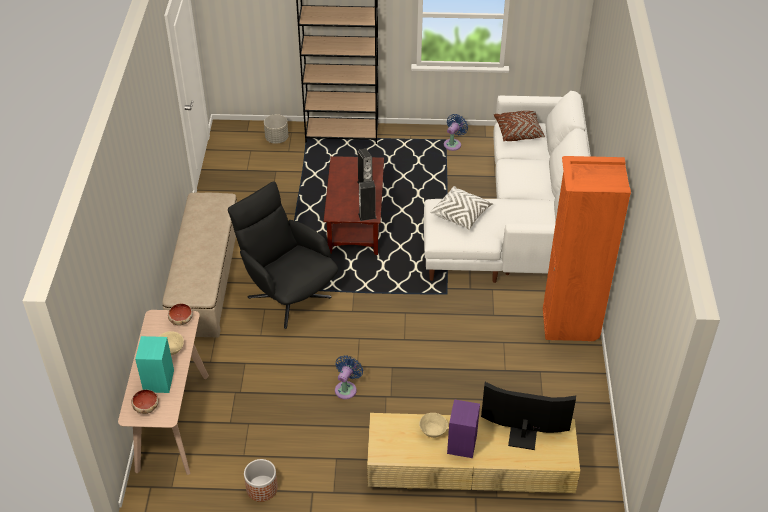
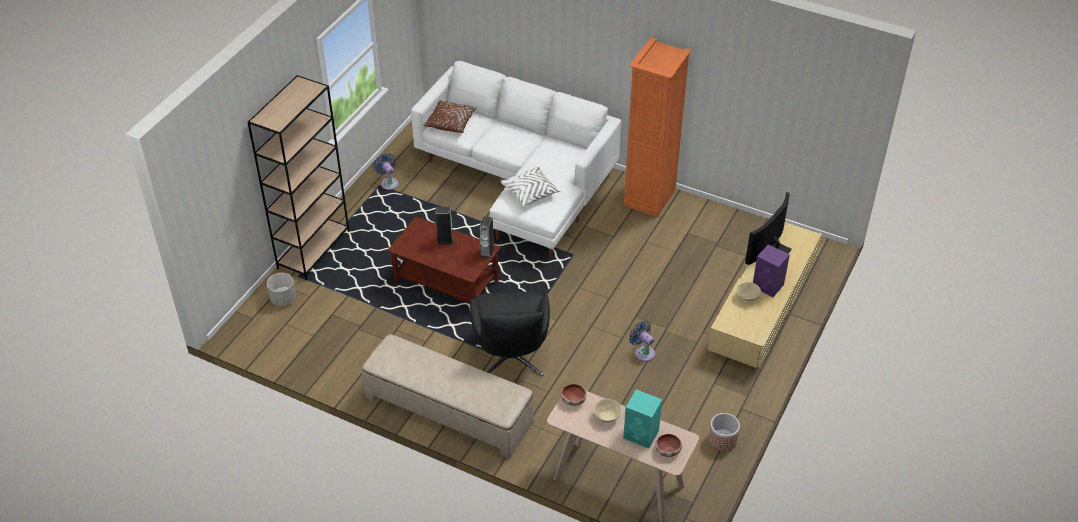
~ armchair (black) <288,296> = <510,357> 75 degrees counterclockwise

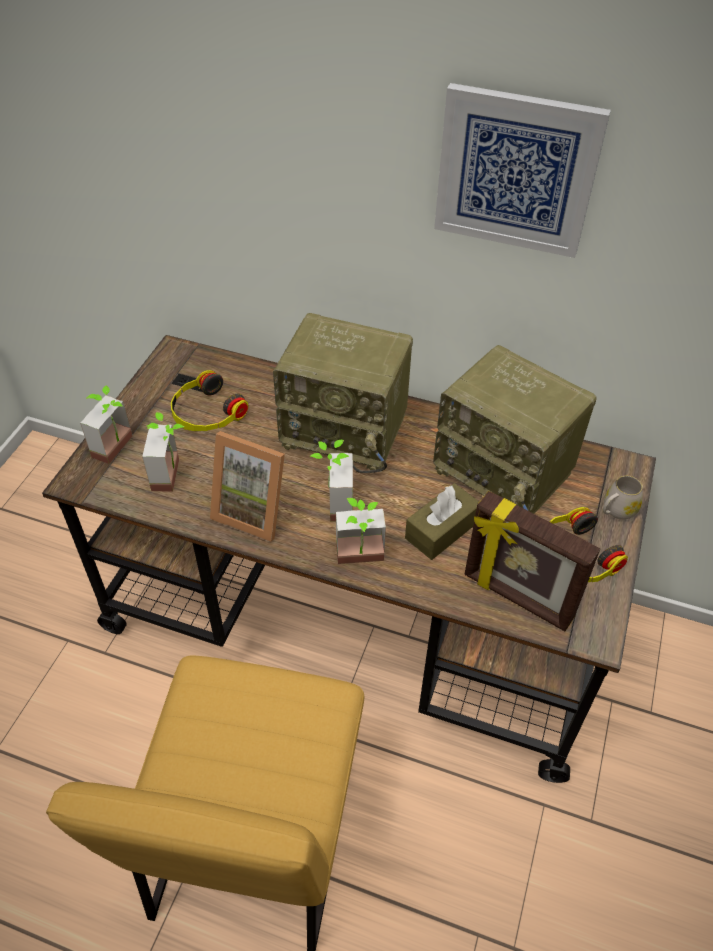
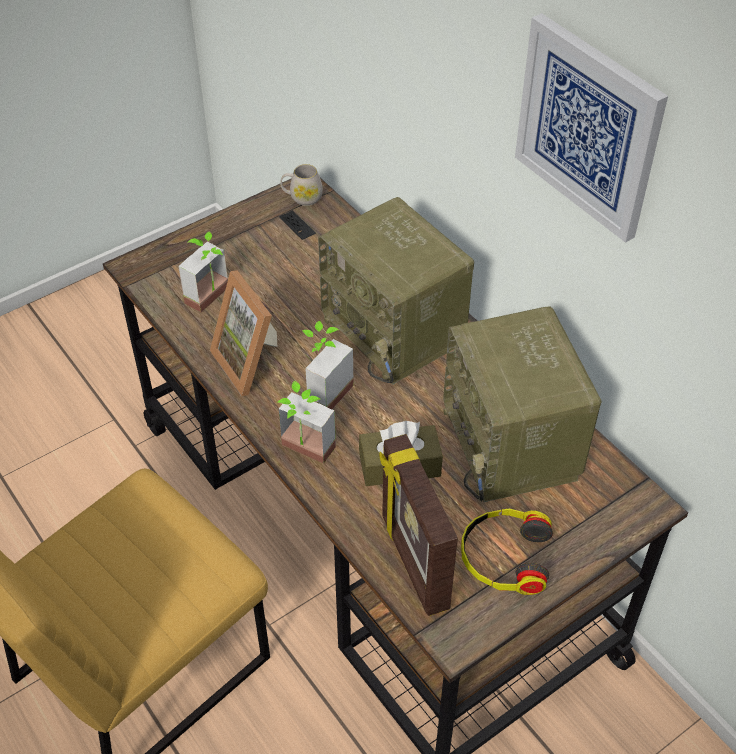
~ mug (white) <616,511> to <302,197>
- potted plant <119,449>
- headphones <206,413>

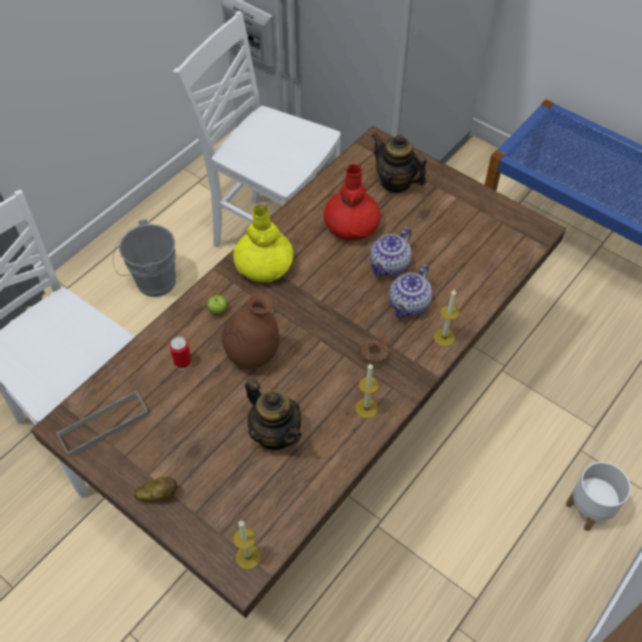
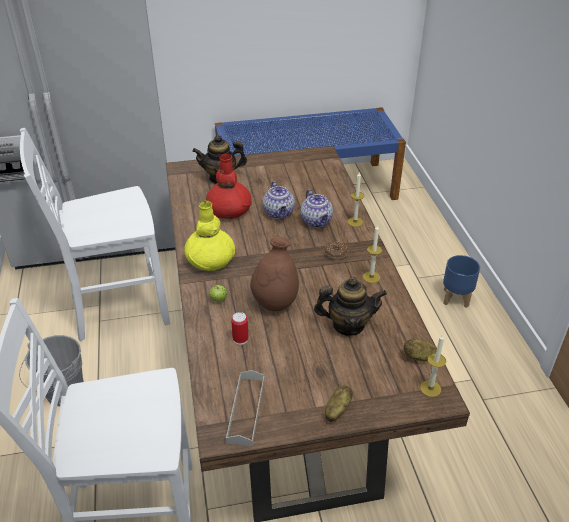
+ potato <419,357>
~ planter (white) <589,510> to planter (blue) <456,298>

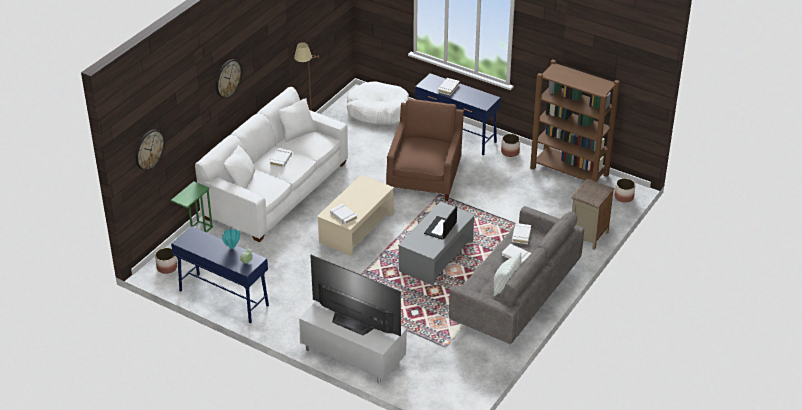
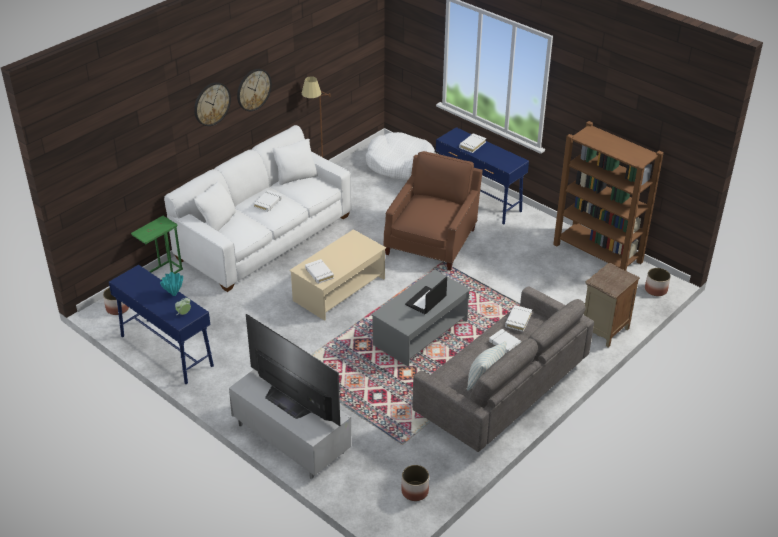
~ wall clock <149,149> to <253,89>
~ planter <510,152> to <414,491>

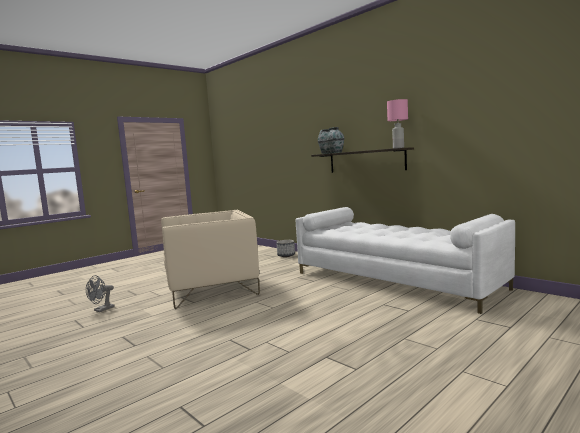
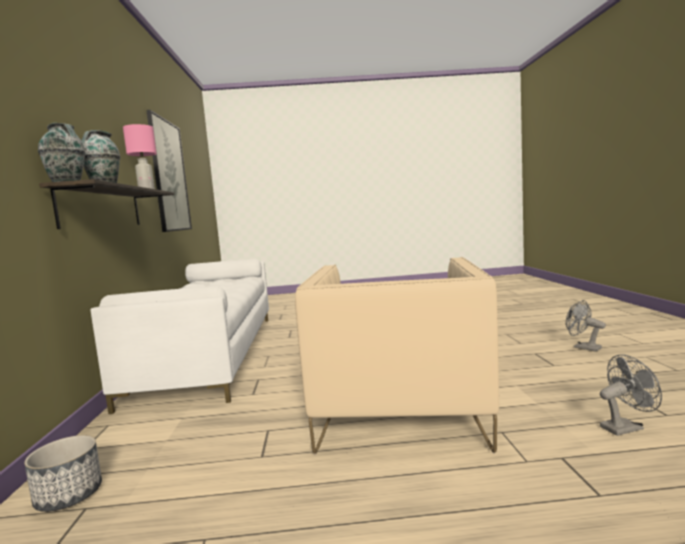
+ picture <169,176>
~ armchair (beige) <211,290> = <400,411> 105 degrees counterclockwise
+ fan (grey) <583,347>

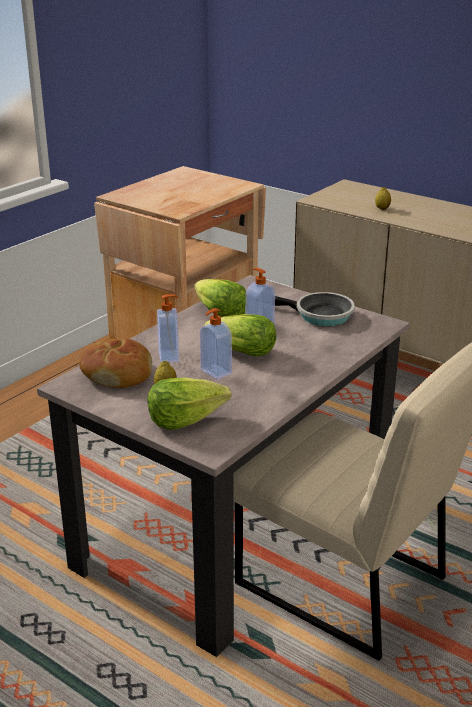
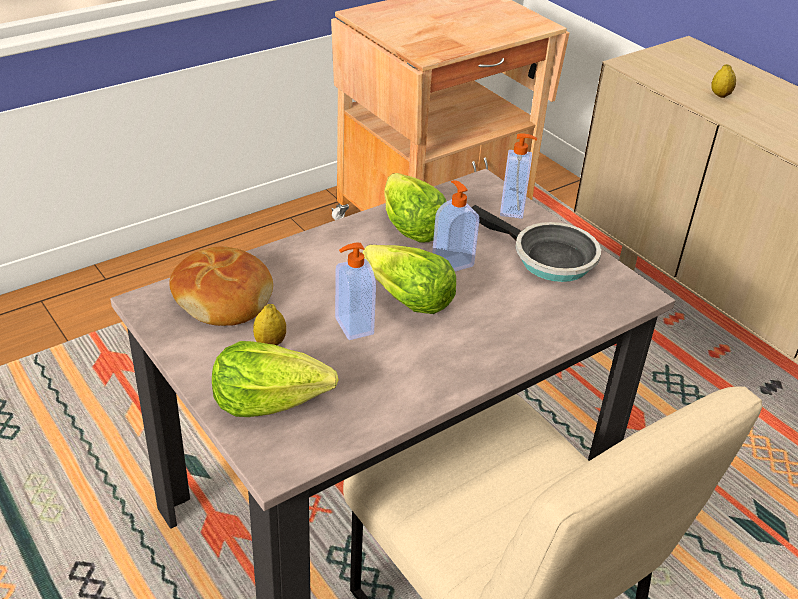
~ soap dispenser <169,356> to <513,209>

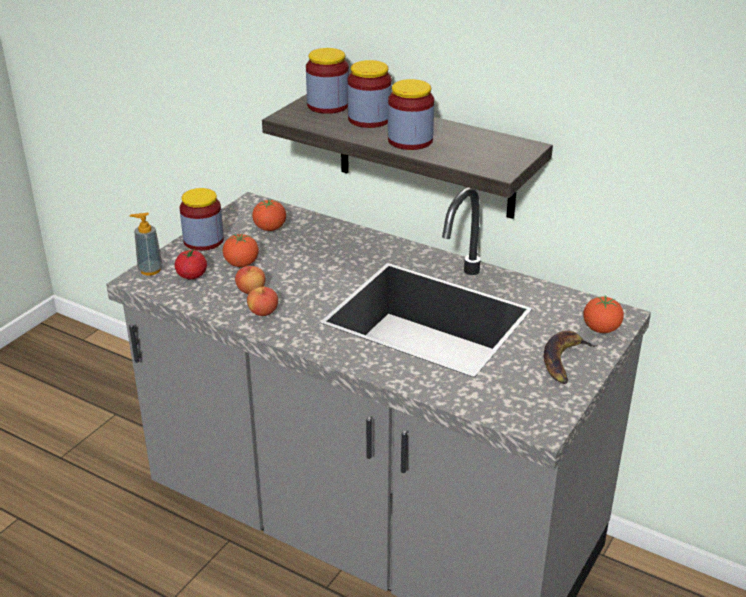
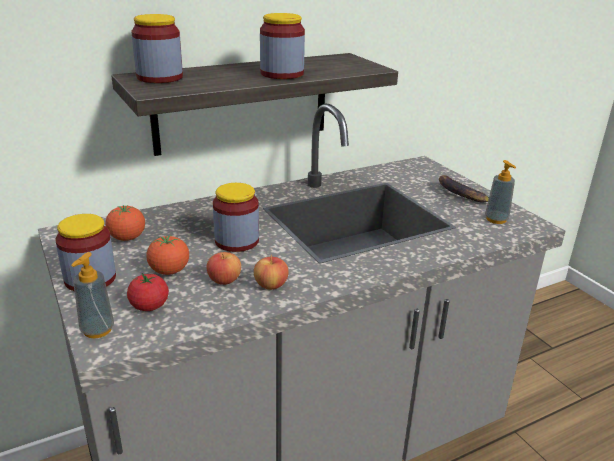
~ jar <369,119> to <237,241>
+ soap dispenser <496,219>
- tomato <601,329>

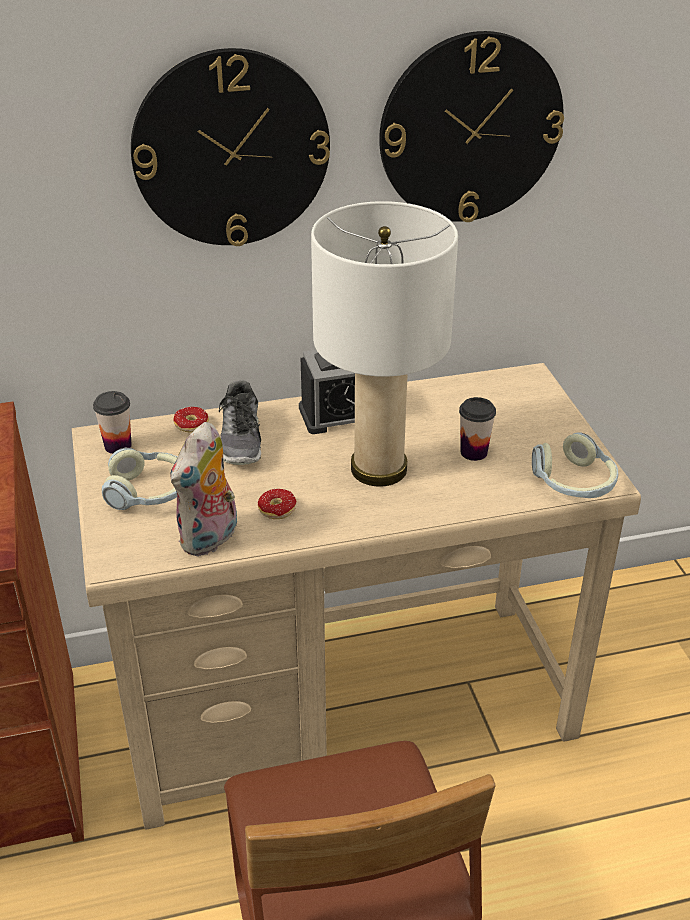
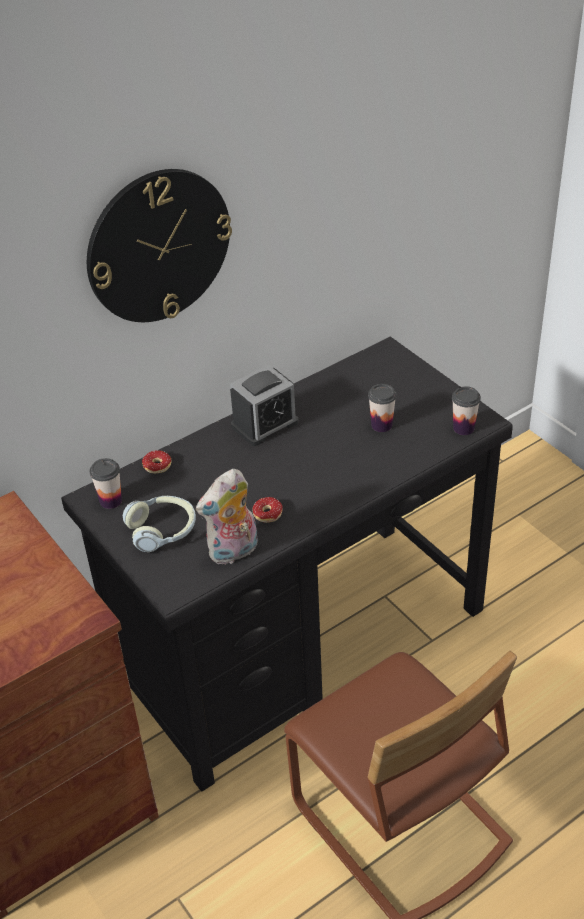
~ desk (beige) <346,703> to desk (black) <302,643>
~ plush toy <210,539> = <233,552> 45 degrees clockwise
~ headphones <574,483> to cup <463,428>
- shoe <242,440>
- table lamp (white) <379,469>
- wall clock <470,129>

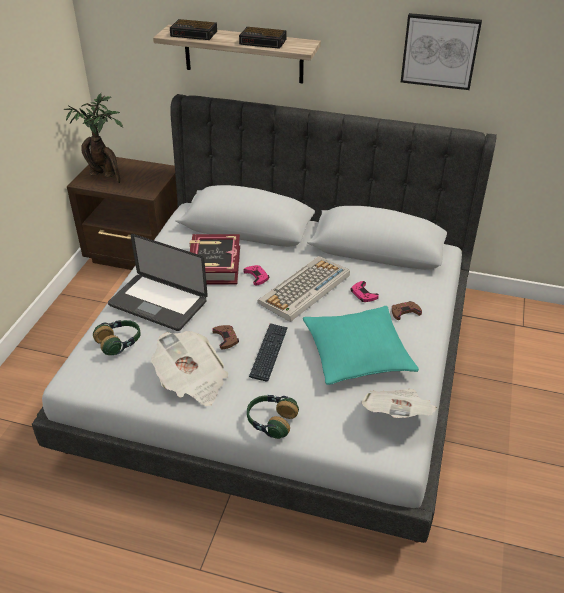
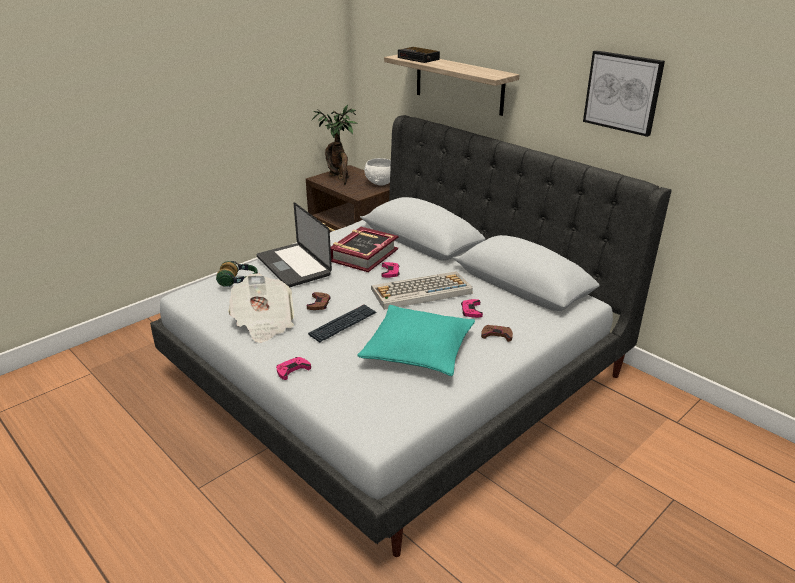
~ headphones <271,421> to game controller (pink) <292,370>
+ bowl (white) <380,183>
- alarm clock <264,42>
- newspaper <397,415>

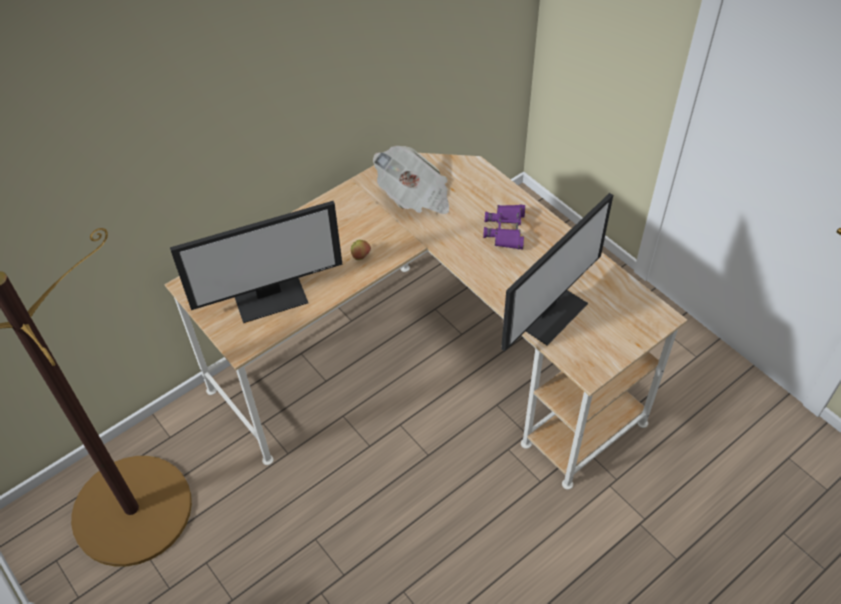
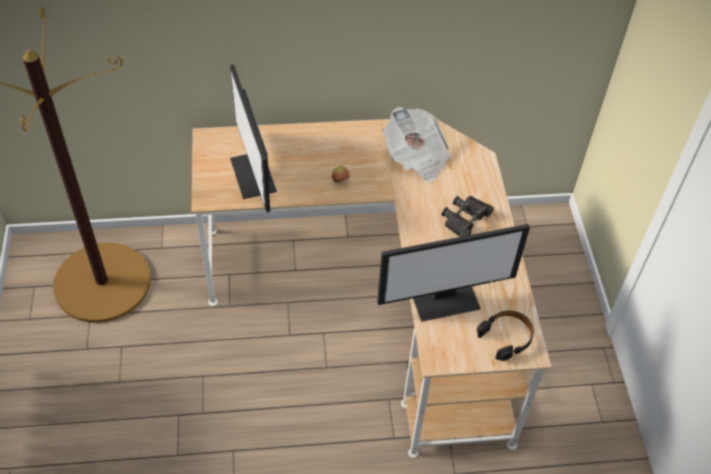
~ monitor <271,296> = <254,175> 60 degrees clockwise
~ binoculars (purple) <506,230> to binoculars (black) <465,219>
+ headphones (black) <506,337>

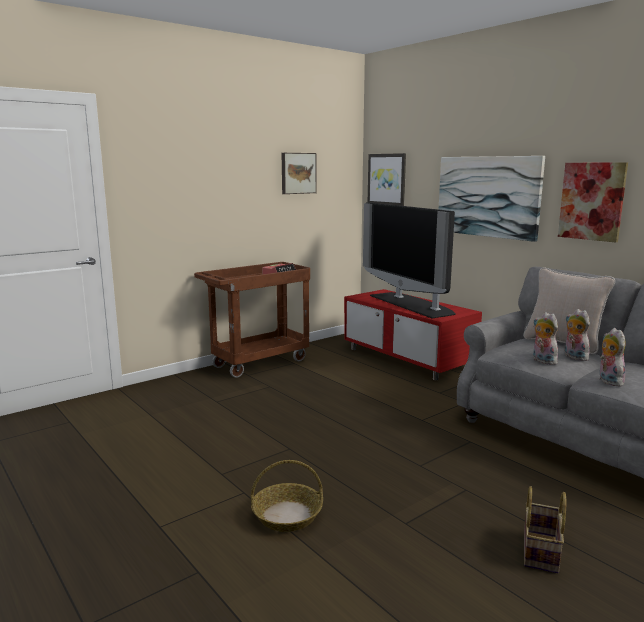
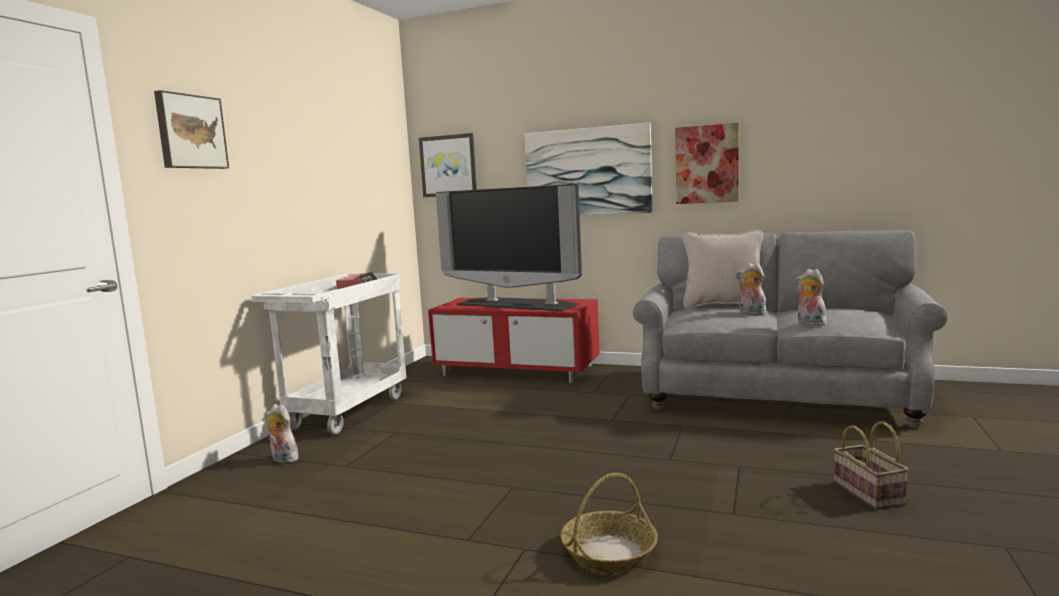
~ picture <298,173> to <190,132>
~ cart (brown) <256,365> to cart (white) <345,415>
~ plush toy <542,361> to <282,459>

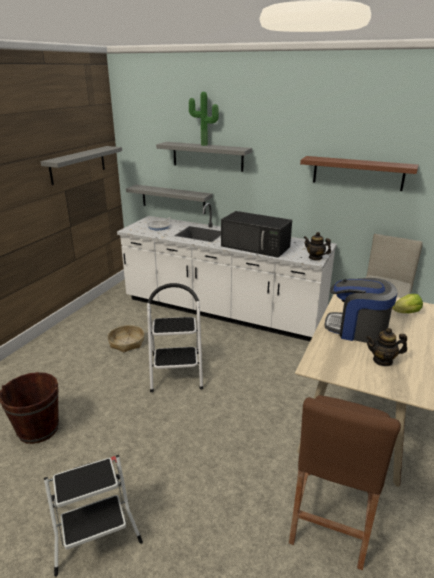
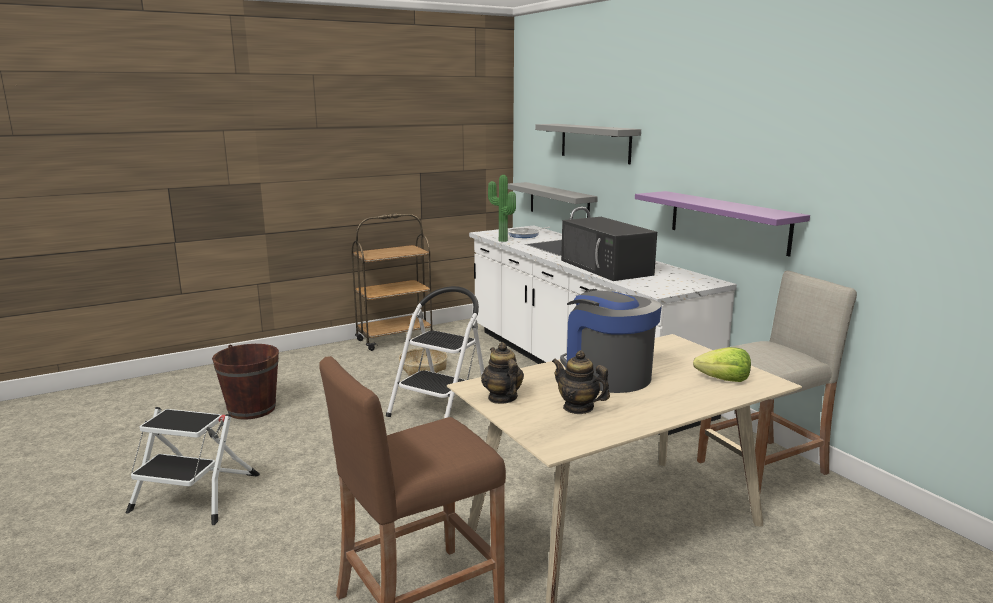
+ cart (brown) <395,339>
~ teapot <315,258> to <502,398>
~ potted plant <204,145> to <501,241>
+ shelf (purple) <728,221>
- shelf (grey) <78,164>
- shelf (brown) <358,173>

